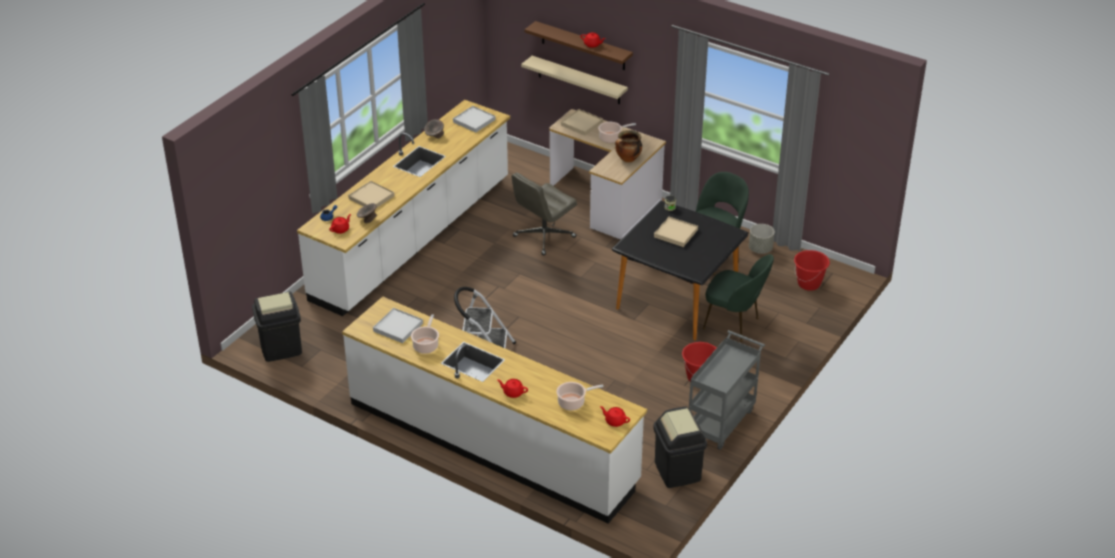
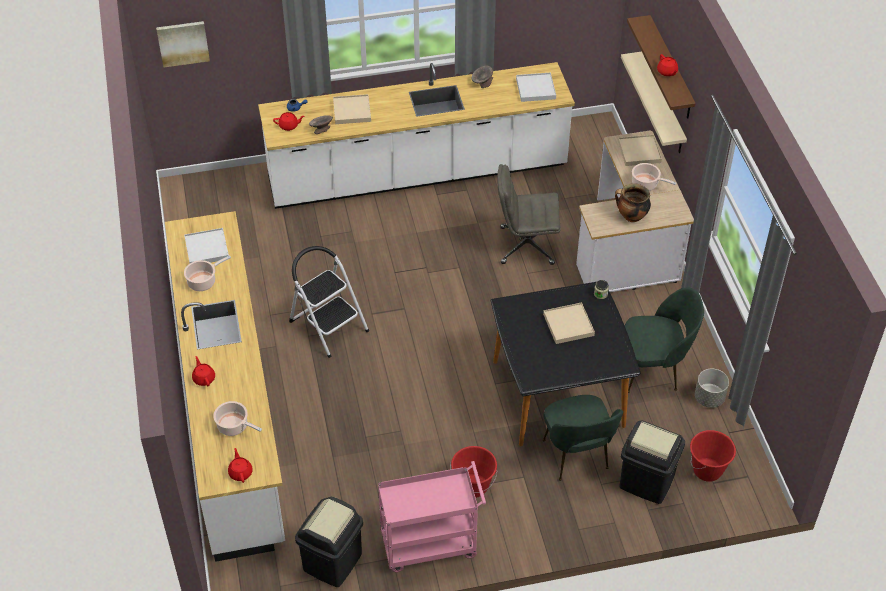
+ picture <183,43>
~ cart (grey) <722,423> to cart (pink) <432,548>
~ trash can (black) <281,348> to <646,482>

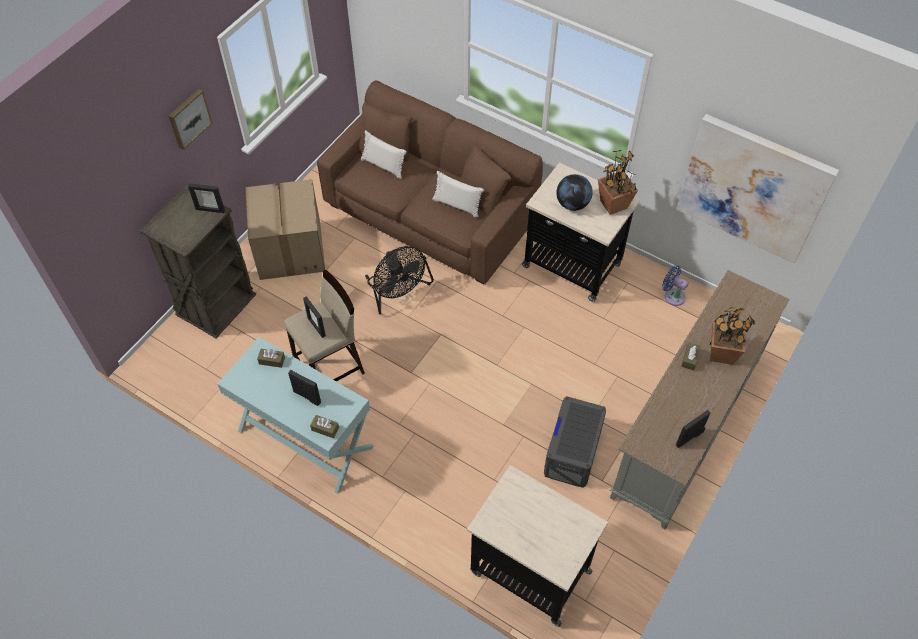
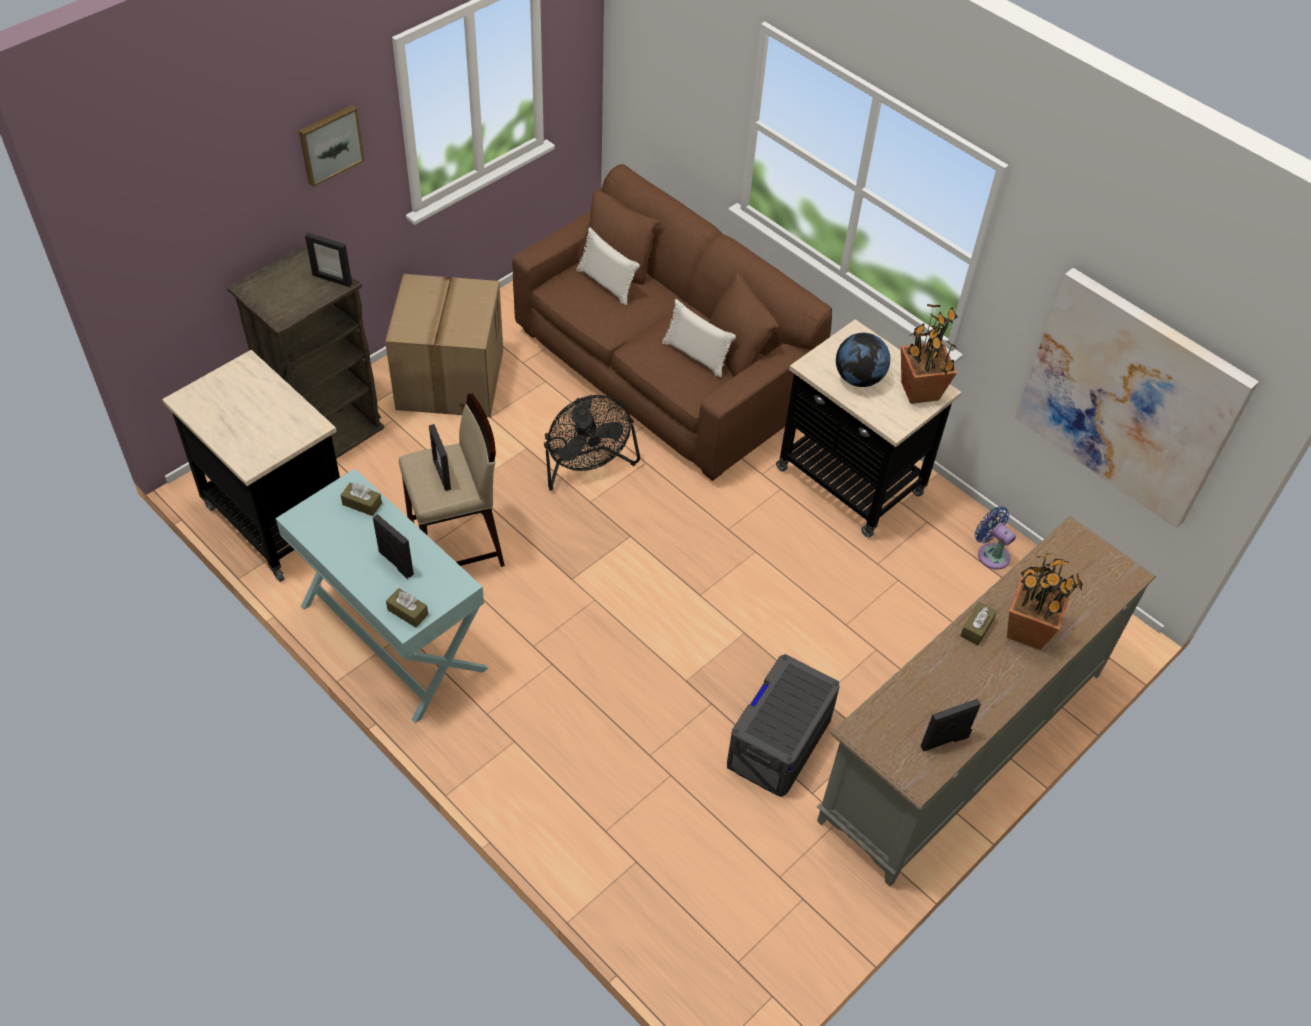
~ cart (black) <529,572> to <276,520>

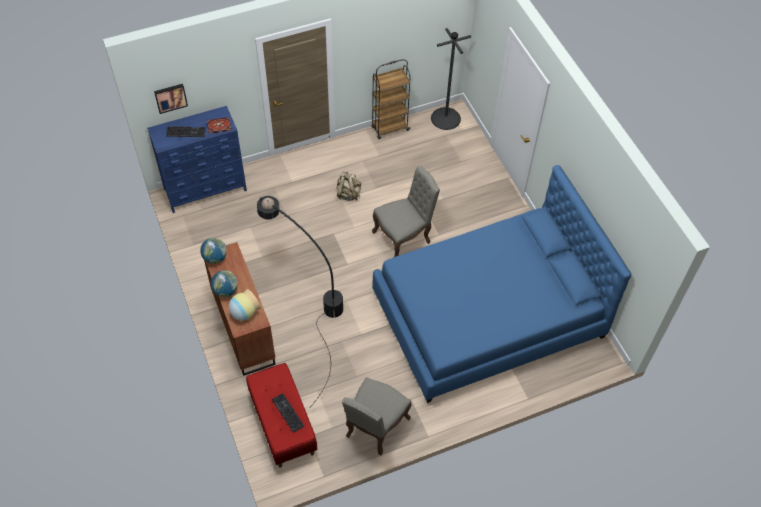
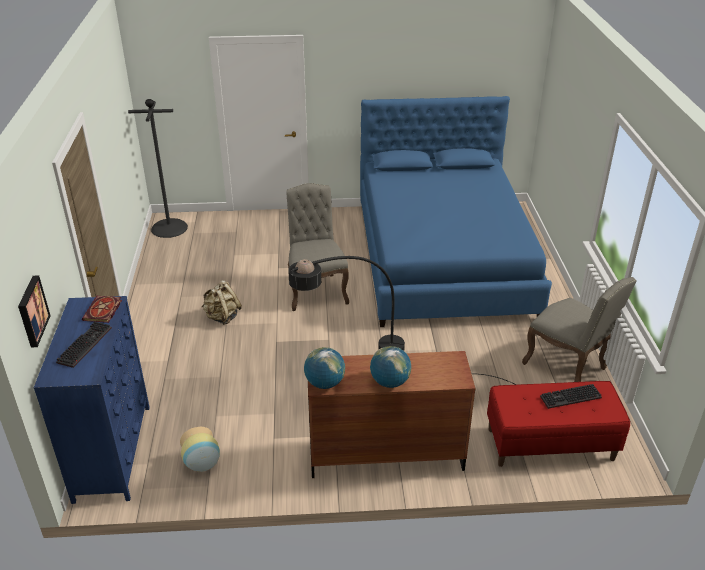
~ vase <244,313> to <202,464>
- cart (brown) <390,129>

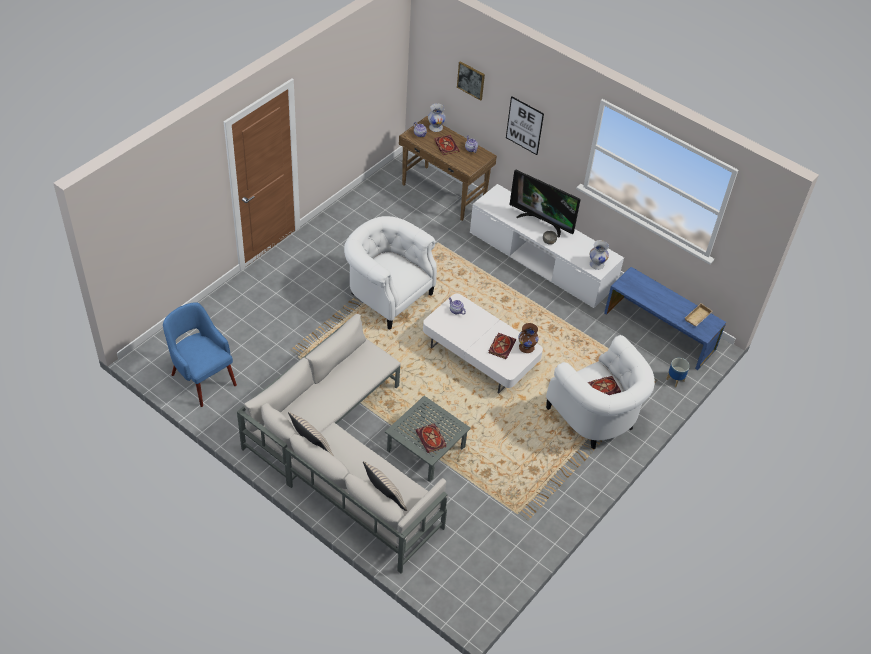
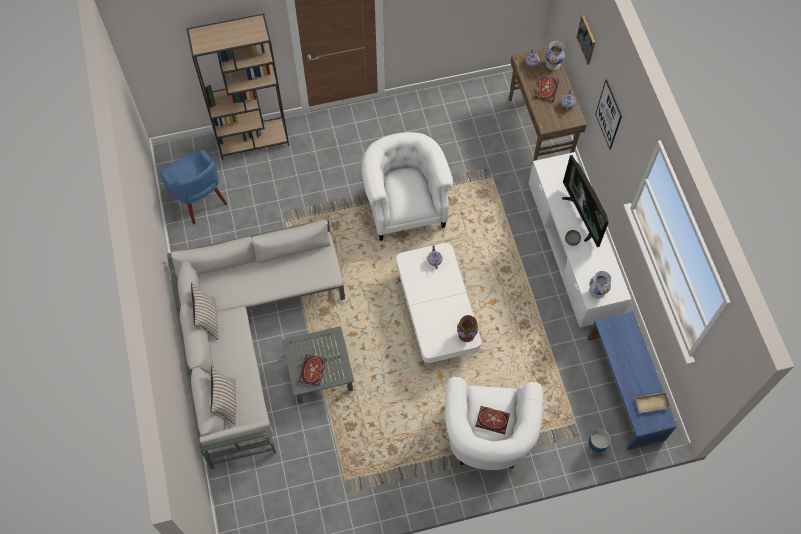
~ armchair (blue) <202,378> = <198,198> 150 degrees clockwise
+ bookcase <253,139>
- book <501,346>

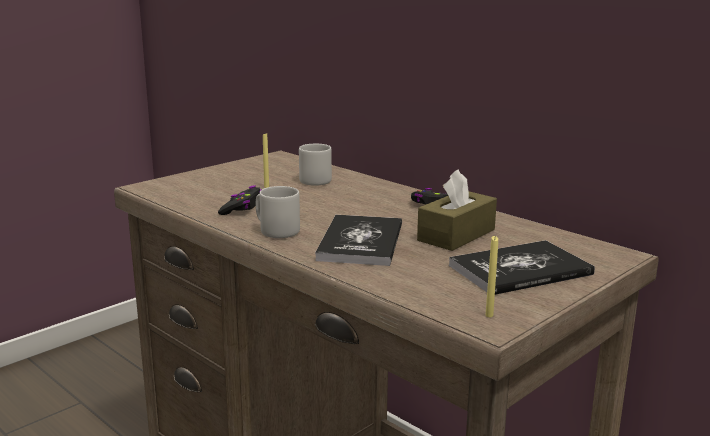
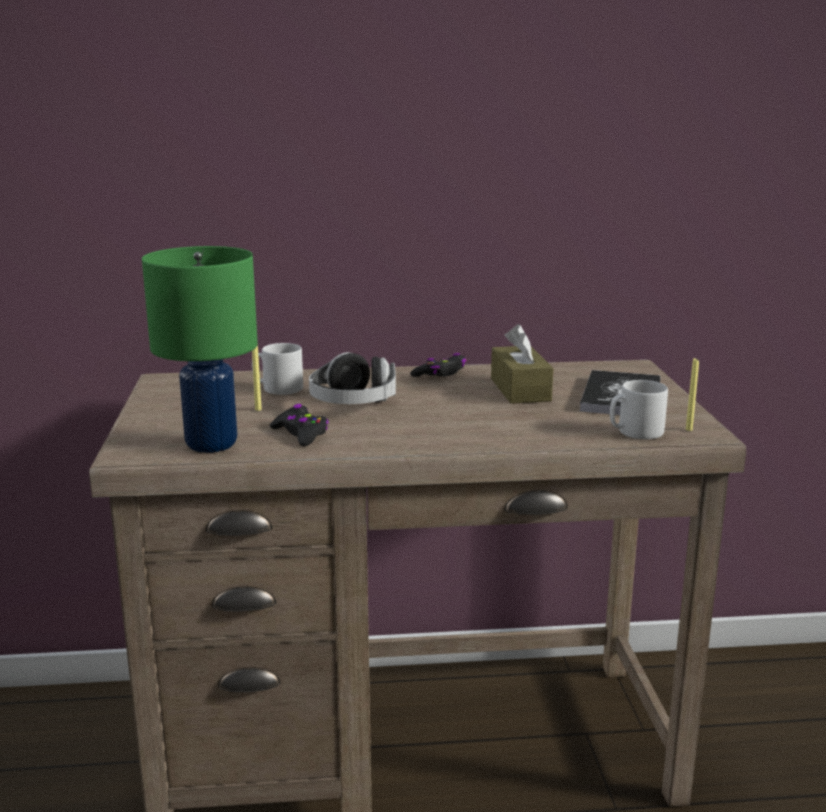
+ table lamp (green) <212,446>
+ headphones <353,404>
~ mug (grey) <276,230> to <635,432>
- book <361,242>

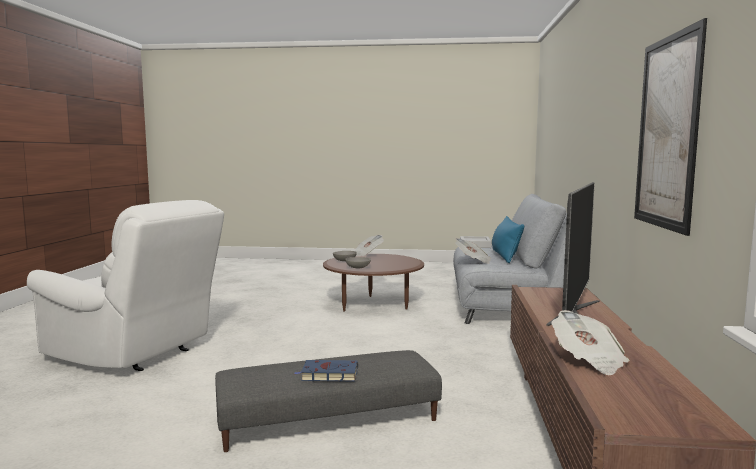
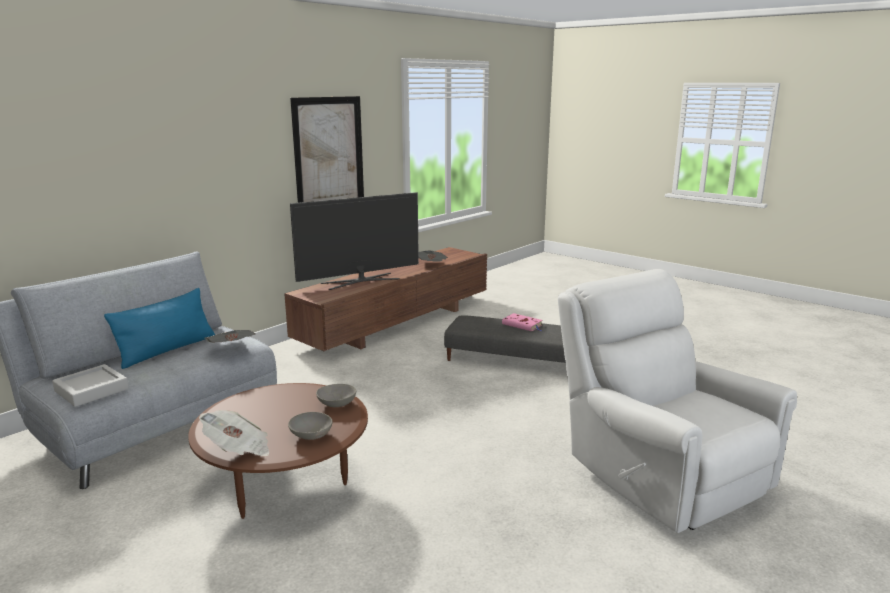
~ book (blue) <328,374> to book (pink) <523,325>

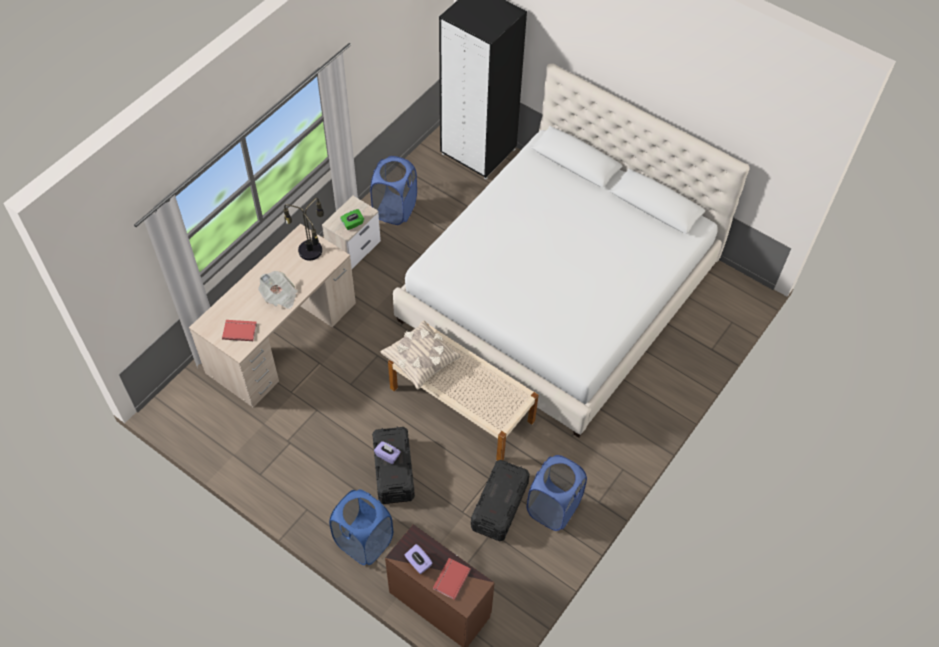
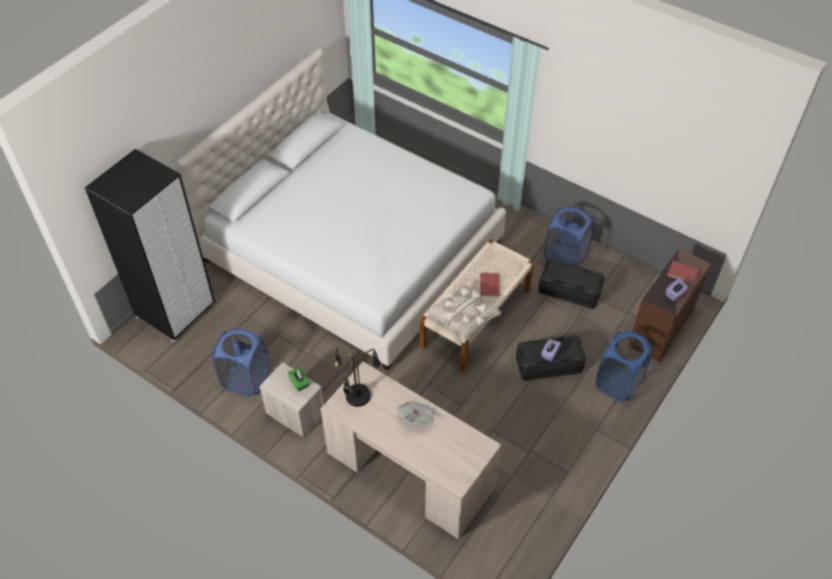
~ book (red) <239,330> to <488,285>

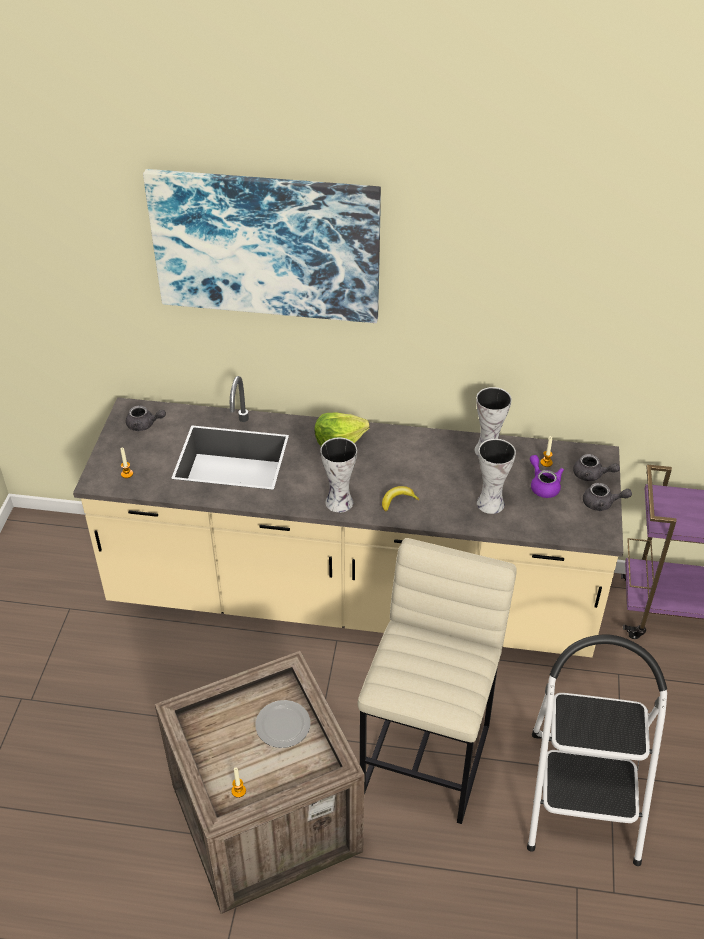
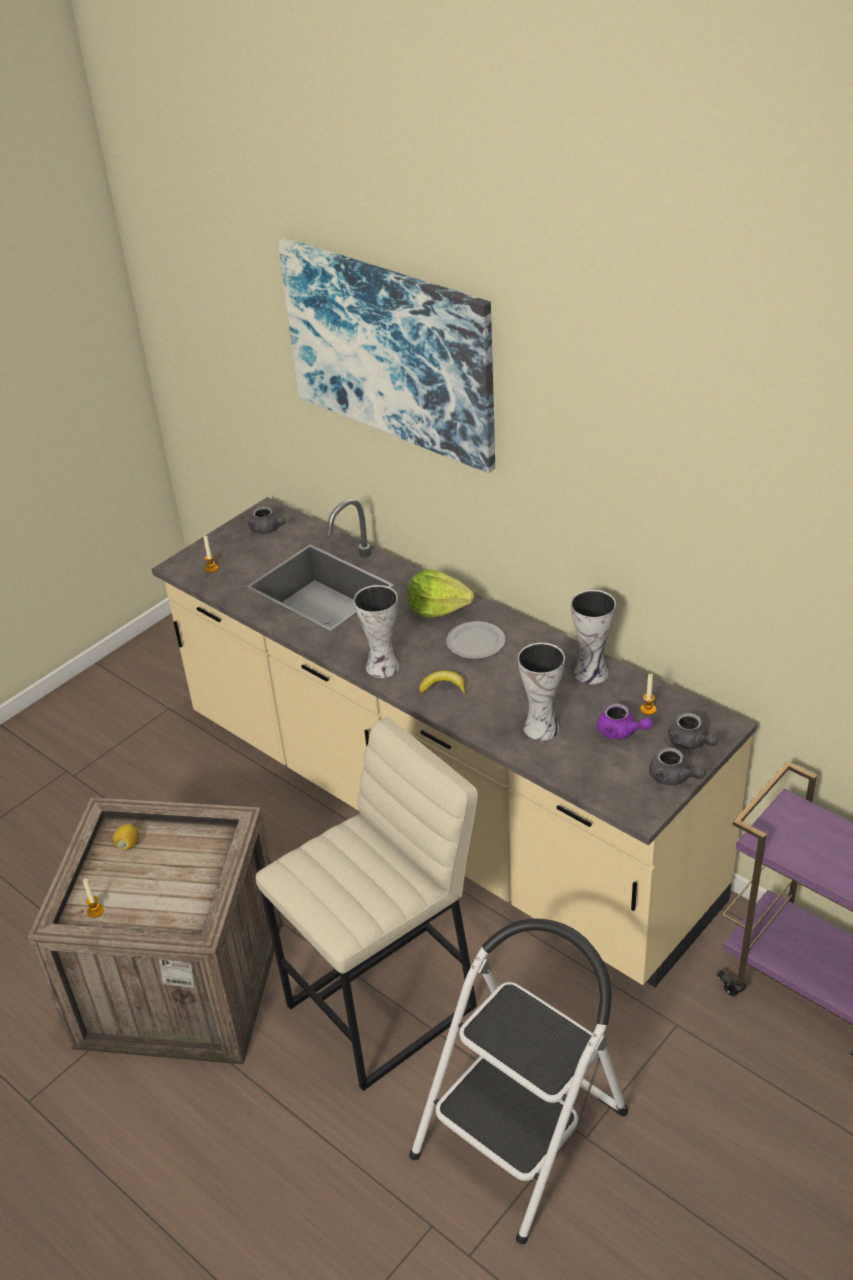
+ lemon <128,844>
~ plate <282,725> to <475,642>
~ teapot (purple) <543,485> = <621,732> 120 degrees clockwise

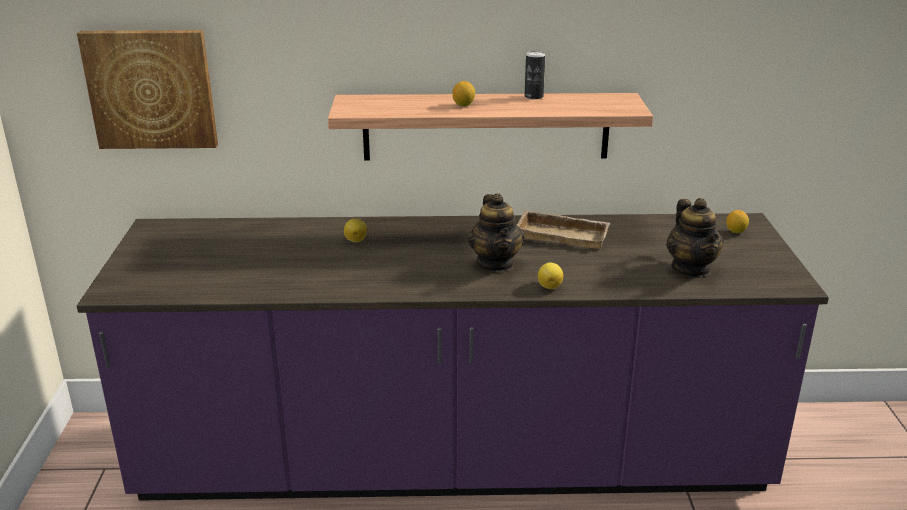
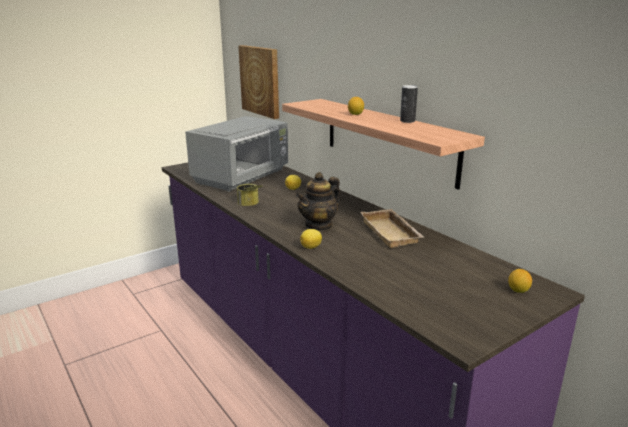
+ microwave (grey) <242,177>
+ can <250,204>
- teapot <691,268>

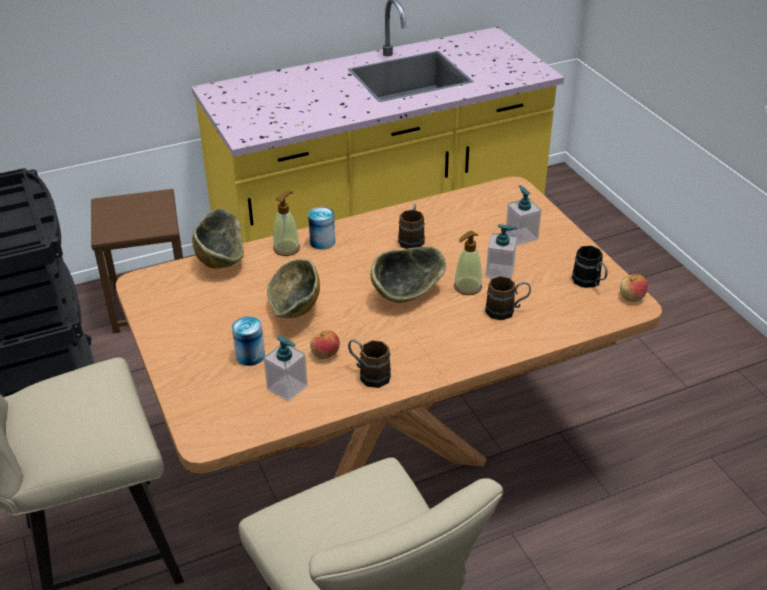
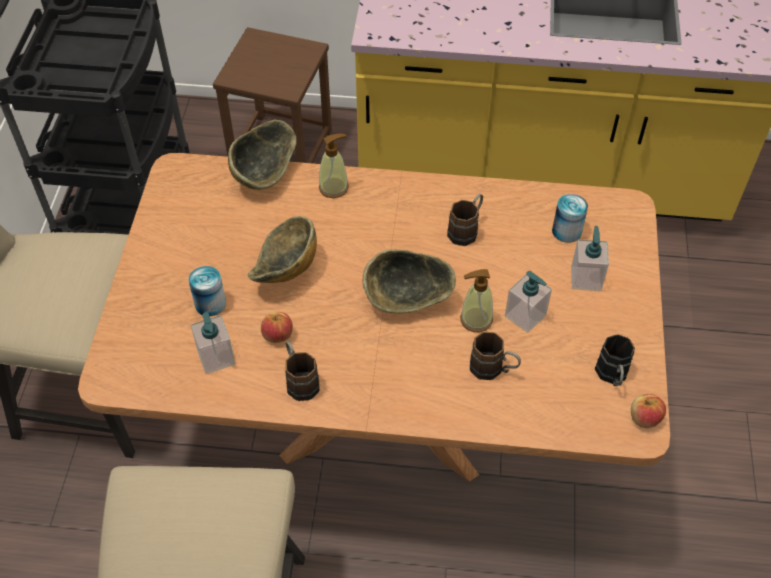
~ can <322,242> to <566,231>

